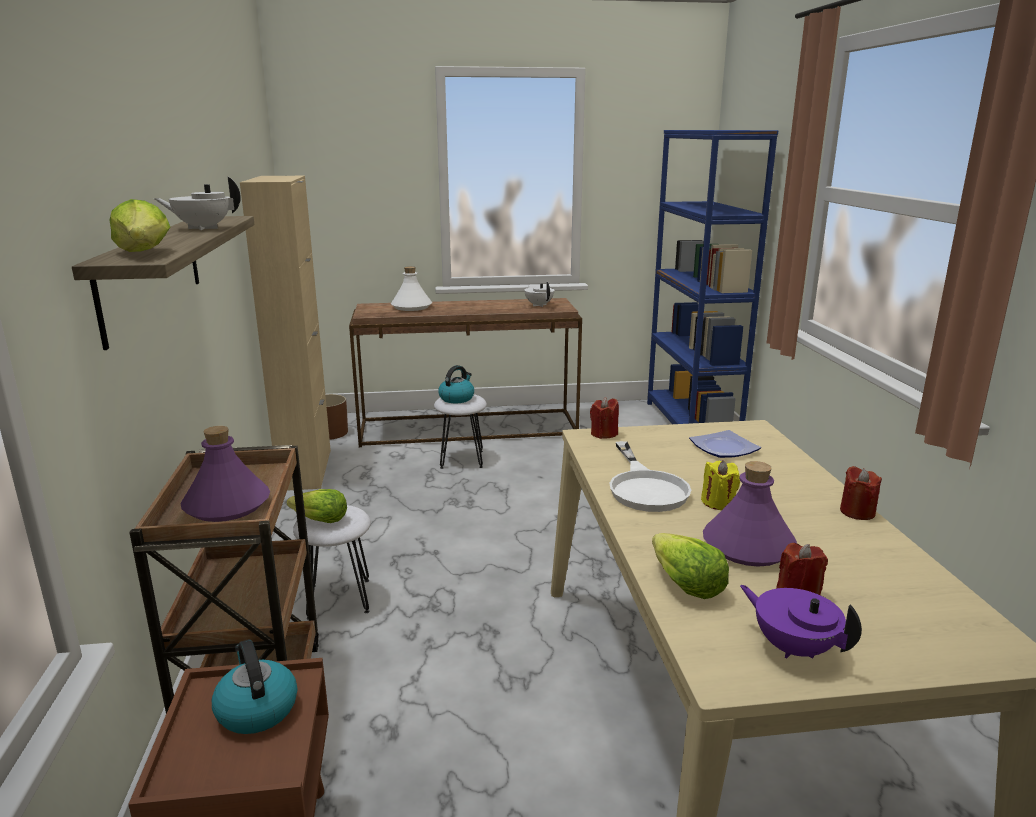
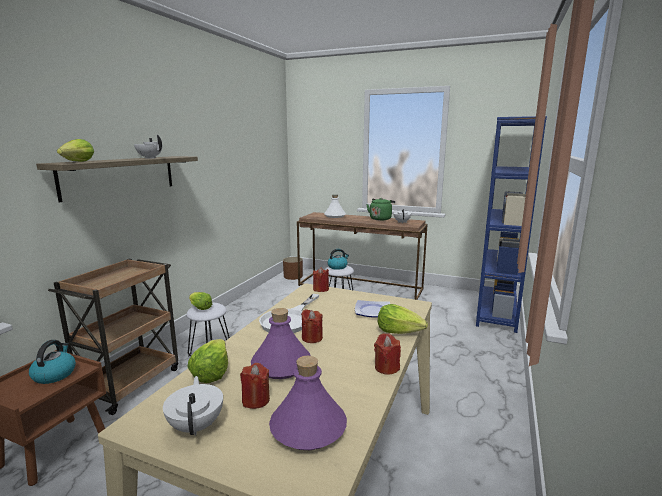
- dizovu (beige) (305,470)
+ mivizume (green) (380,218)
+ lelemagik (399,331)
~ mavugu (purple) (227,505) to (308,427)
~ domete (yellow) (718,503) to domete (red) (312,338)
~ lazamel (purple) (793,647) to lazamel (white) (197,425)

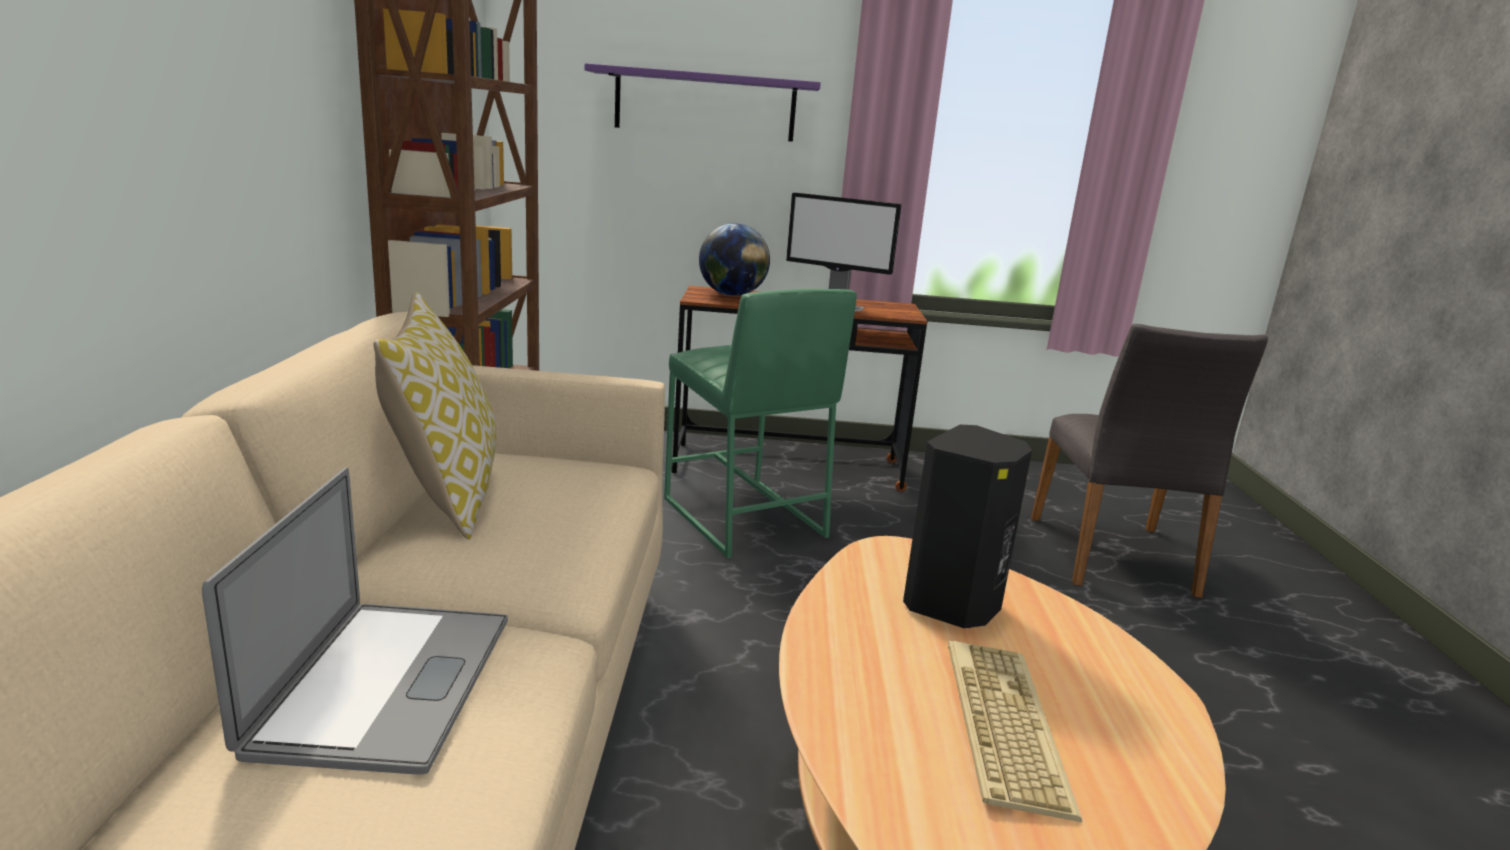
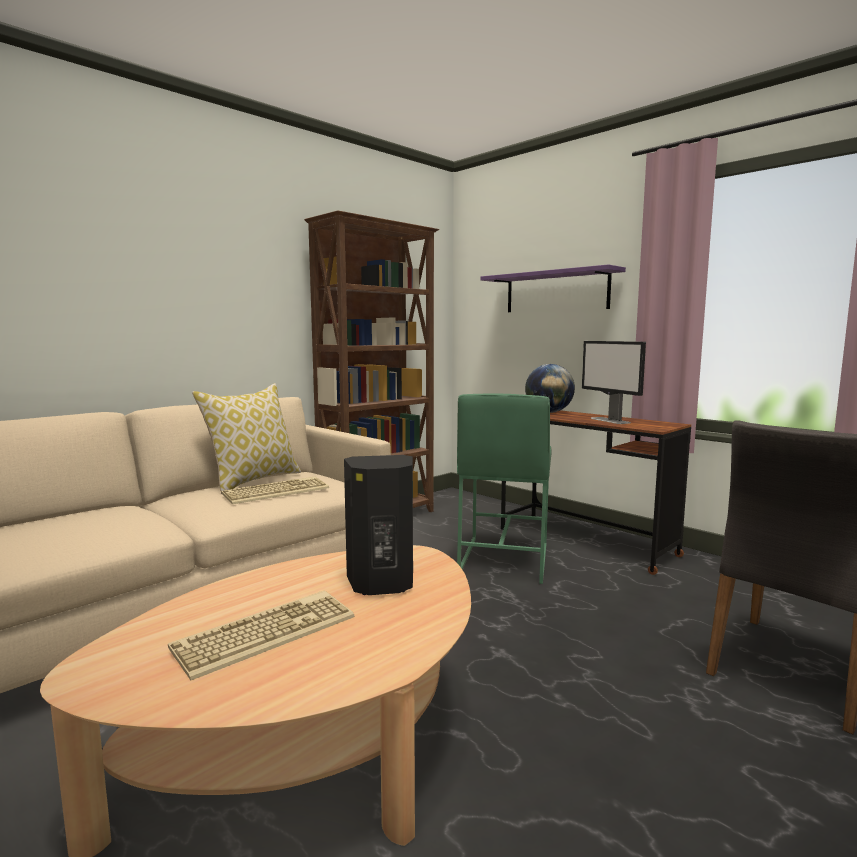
- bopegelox (385,682)
+ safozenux (276,491)

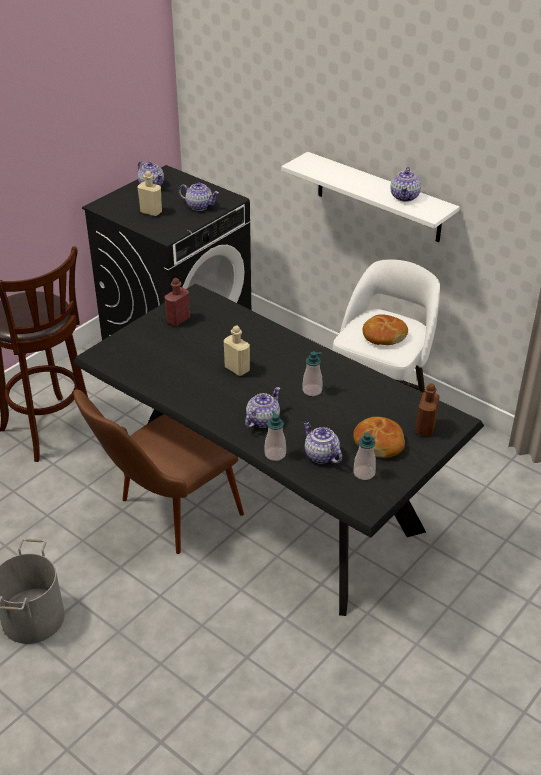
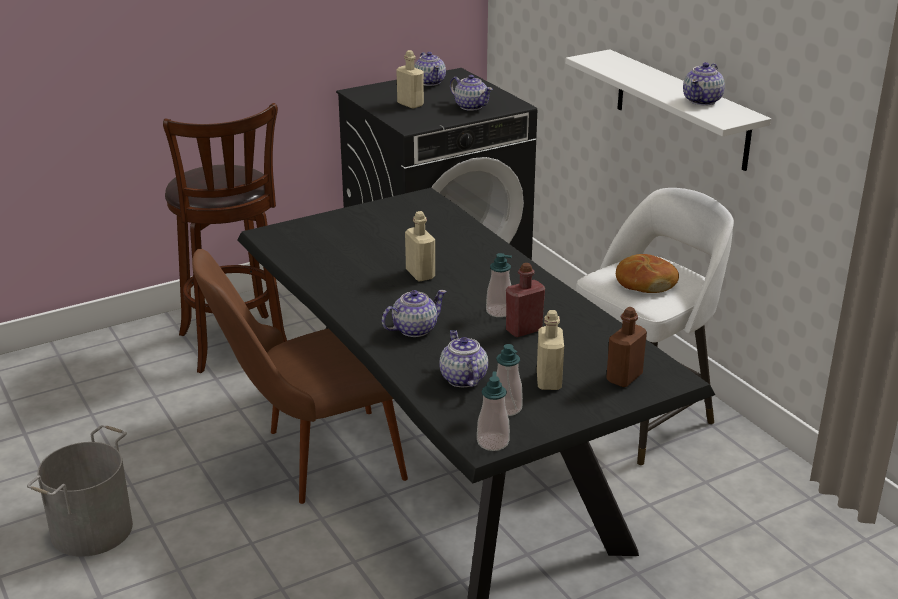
~ mavugu (red) (178,320) to (524,330)
~ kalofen (275,454) to (493,442)
~ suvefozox (378,443) to mavugu (beige) (549,381)

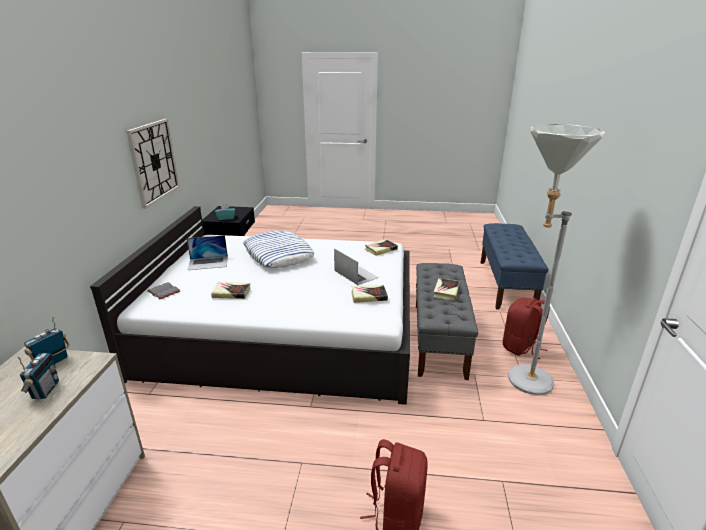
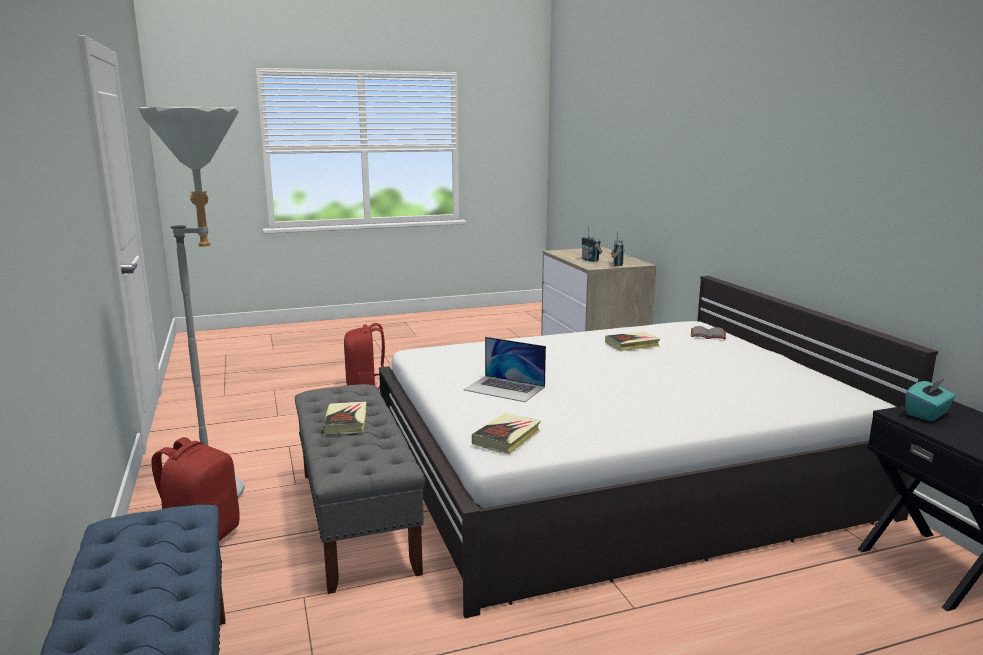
- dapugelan (154,161)
- bopegelox (208,263)
- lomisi (278,254)
- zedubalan (369,296)

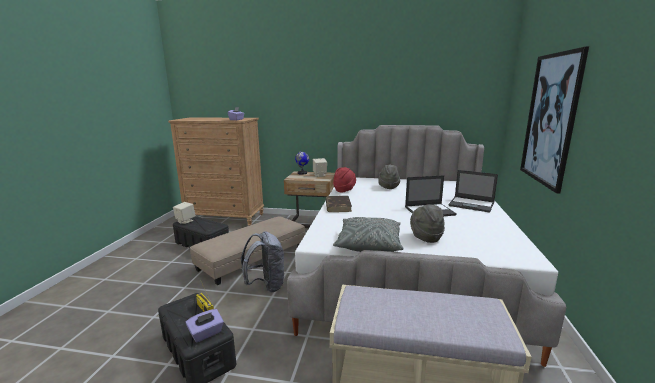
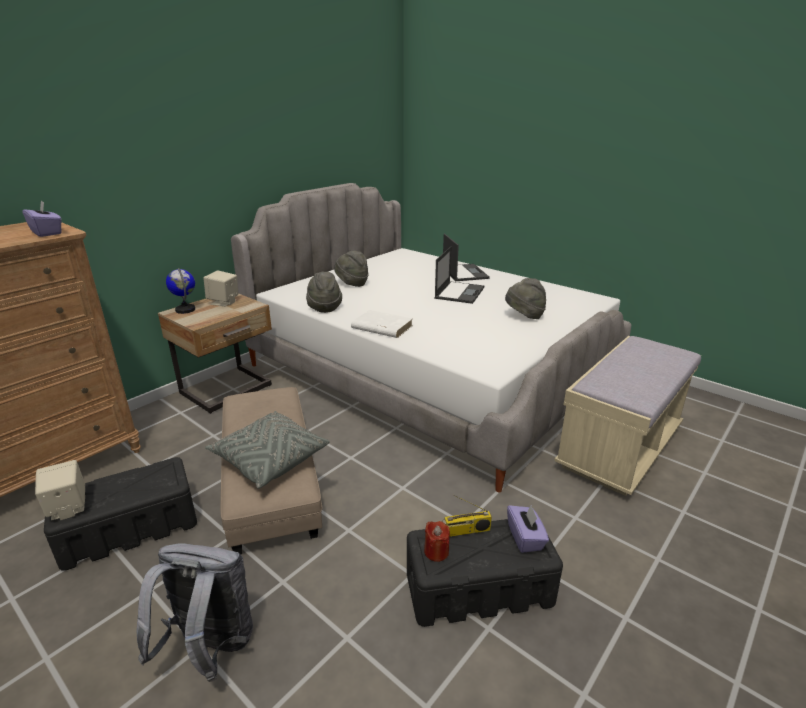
- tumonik (550,119)
+ domete (red) (436,552)
~ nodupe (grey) (266,286) to (210,648)
~ lomisi (grey) (369,244) to (269,459)
~ zedubalan (brown) (338,206) to zedubalan (white) (381,327)
~ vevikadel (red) (344,190) to vevikadel (grey) (324,307)
~ bopegelox (472,204) = (464,273) 75 degrees counterclockwise

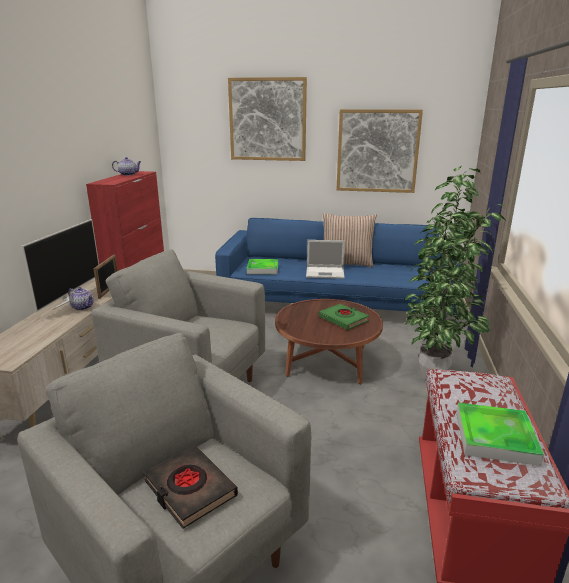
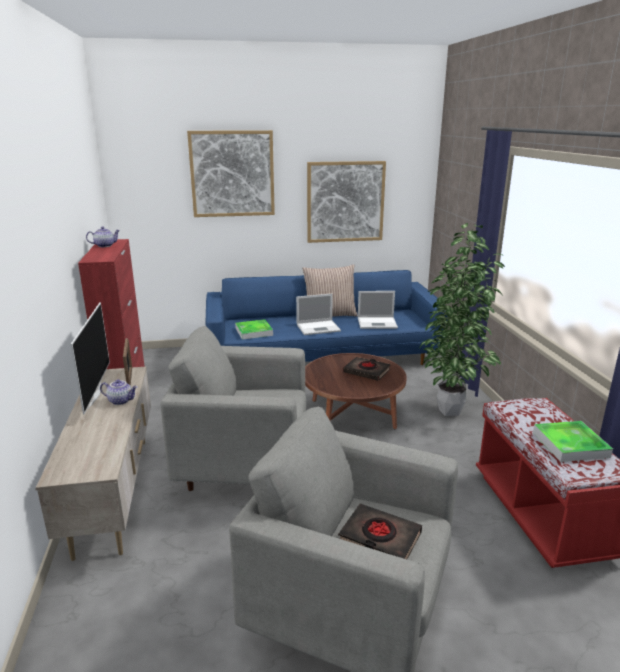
+ bopegelox (378,323)
~ zedubalan (green) (343,319) to zedubalan (black) (367,371)

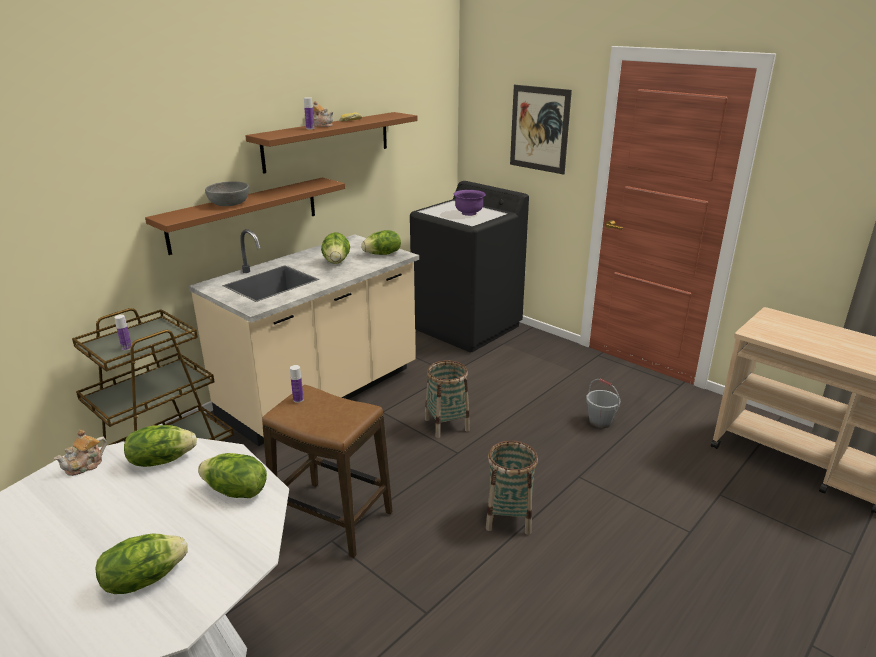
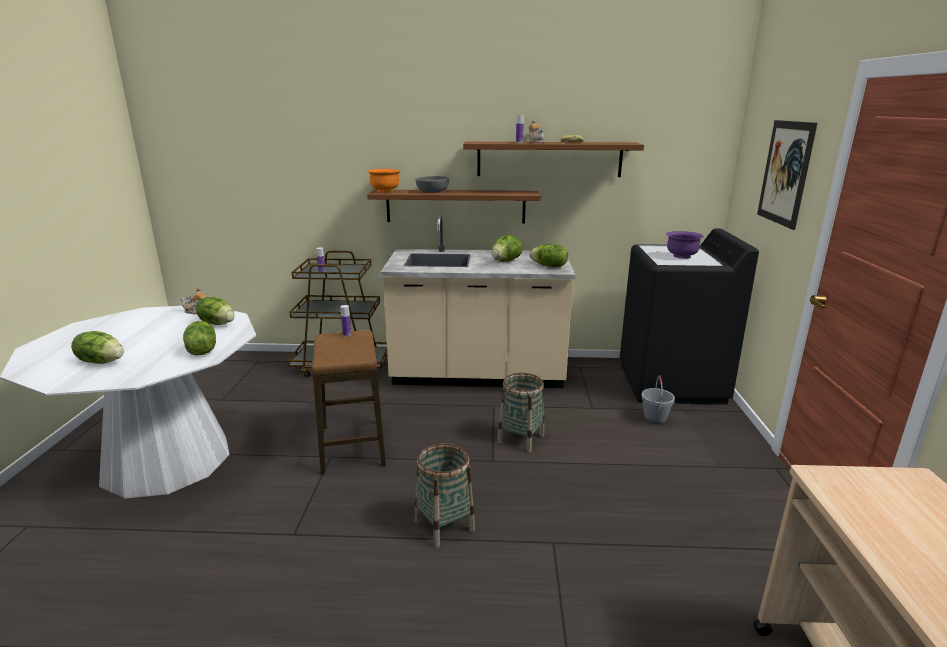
+ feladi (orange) (385,191)
~ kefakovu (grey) (600,422) to (654,419)

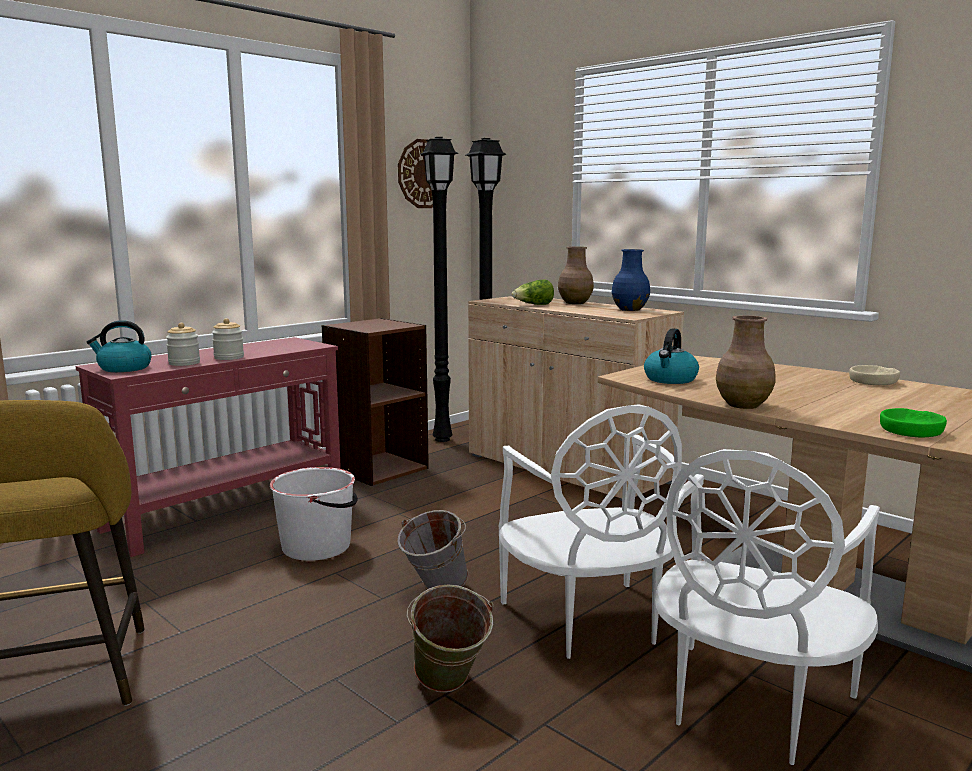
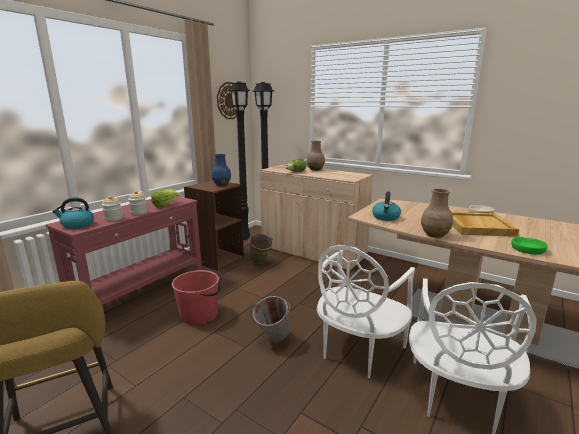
+ lelemagik (165,205)
+ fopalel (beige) (477,226)
~ kefakovu (green) (449,689) to (260,263)
~ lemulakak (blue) (629,309) to (221,184)
~ kefakovu (white) (317,546) to kefakovu (red) (199,314)
~ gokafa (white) (587,621) = (357,350) 60 degrees clockwise

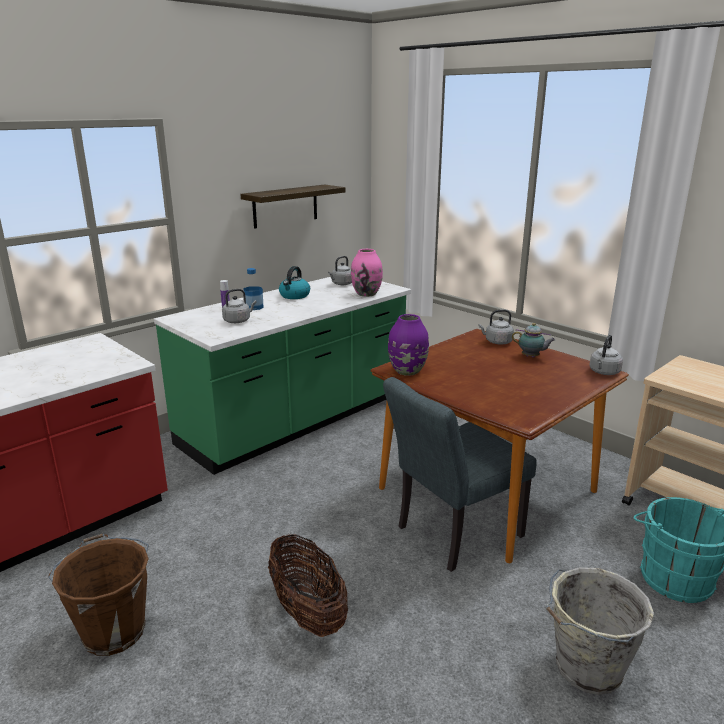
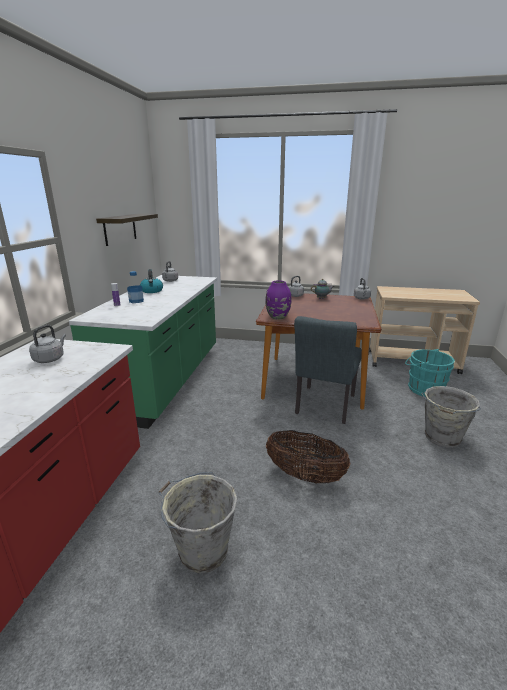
- lemulakak (pink) (366,294)
~ mivizume (grey) (238,321) to (50,359)
~ kefakovu (brown) (113,630) to kefakovu (grey) (201,550)

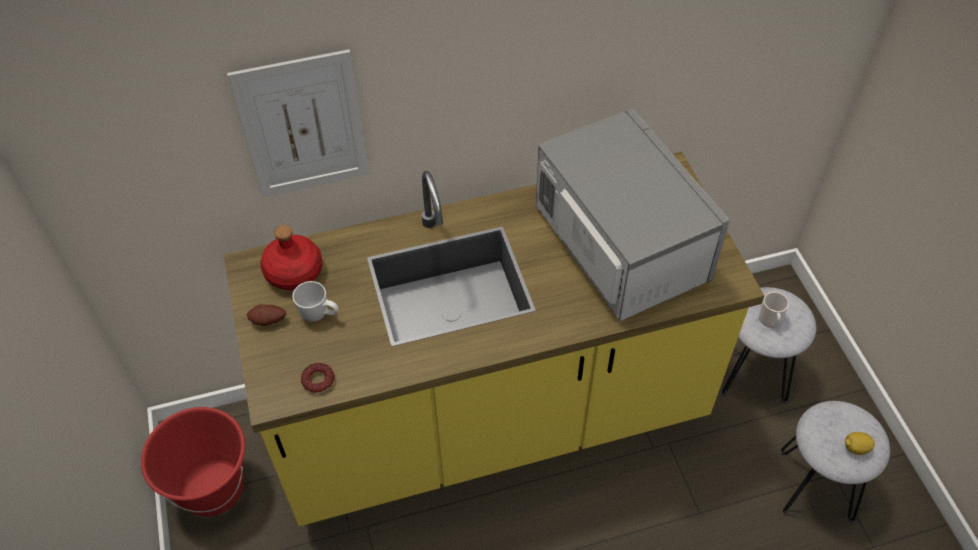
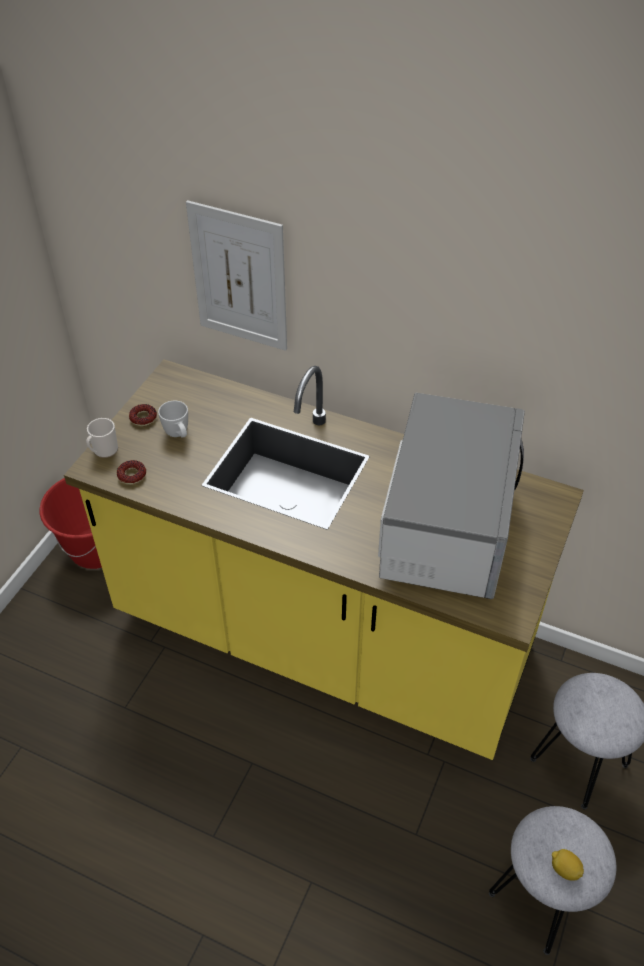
- mavugu (red) (294,271)
~ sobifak (770,320) to (103,451)
~ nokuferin (268,321) to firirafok (143,418)

